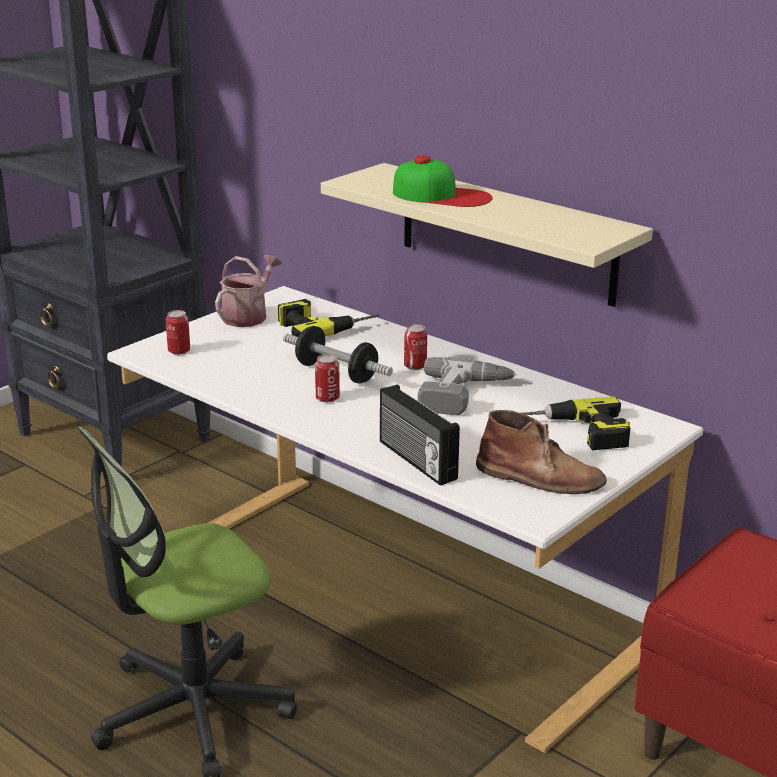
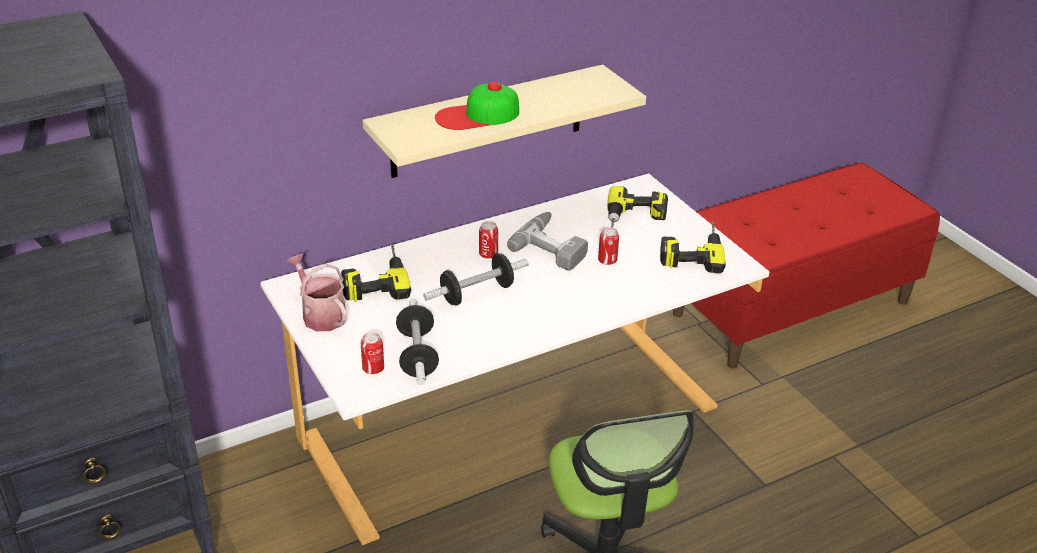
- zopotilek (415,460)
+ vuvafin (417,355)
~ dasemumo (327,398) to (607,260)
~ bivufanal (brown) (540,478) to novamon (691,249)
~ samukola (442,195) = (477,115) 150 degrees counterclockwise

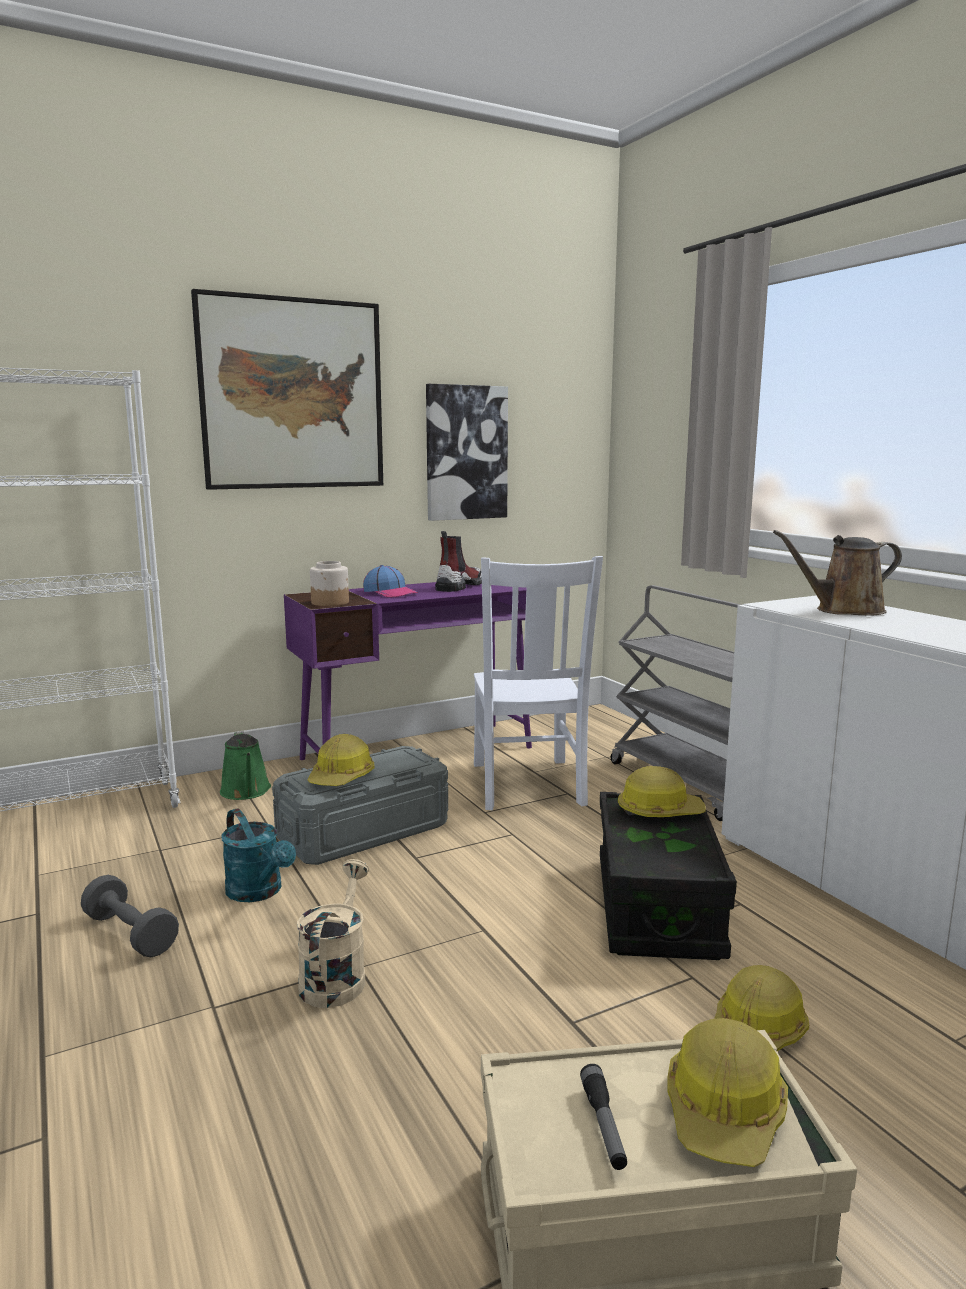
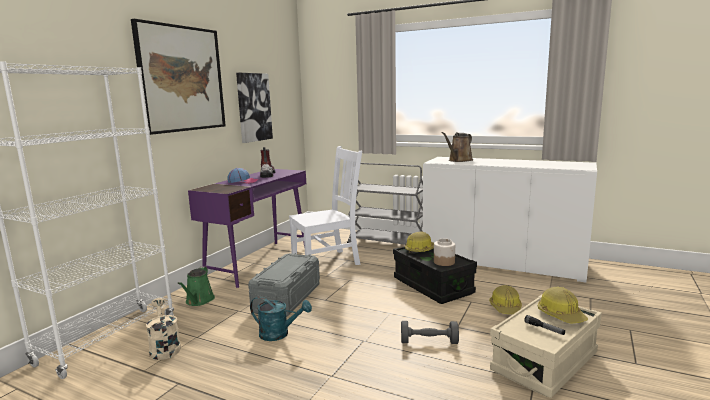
- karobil (341,777)
~ vuvafin (grey) (130,934) to (429,342)
~ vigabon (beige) (336,976) to (164,347)
~ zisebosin (330,602) to (444,262)
~ vigabon (green) (246,792) = (199,301) 60 degrees clockwise
~ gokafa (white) (527,786) = (328,262) 75 degrees counterclockwise

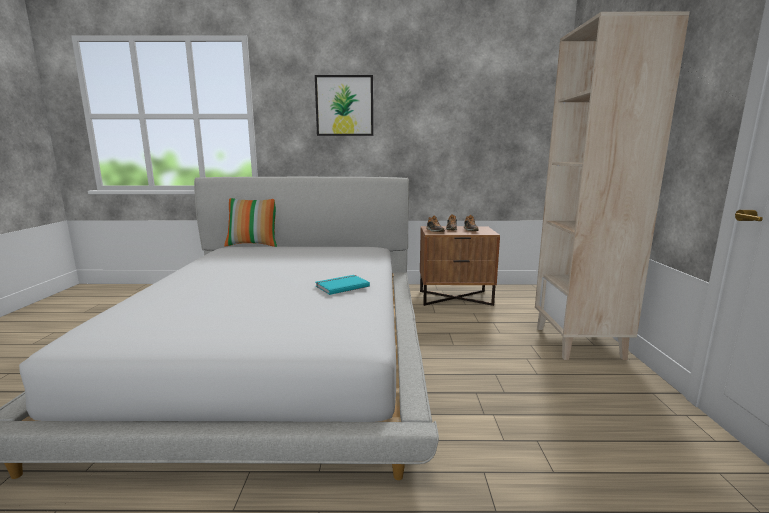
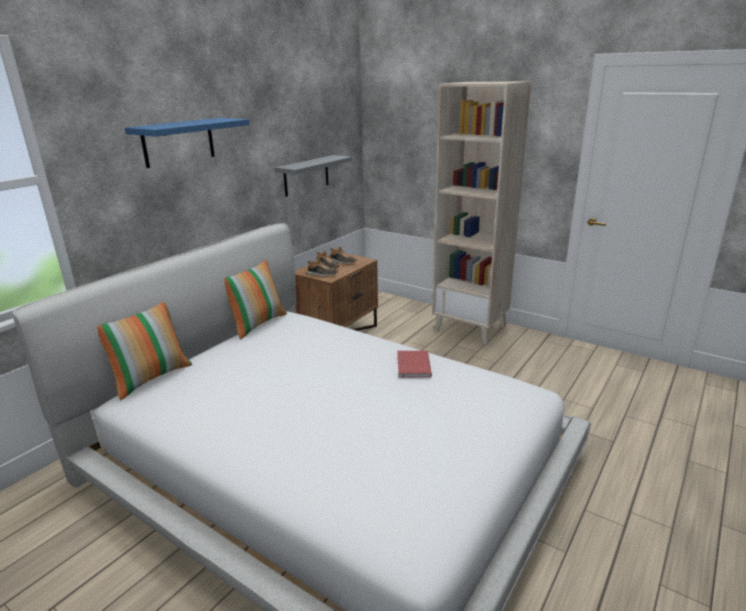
+ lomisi (256,324)
+ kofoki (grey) (306,175)
~ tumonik (344,106) to kofoki (blue) (178,142)
~ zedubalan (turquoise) (341,286) to zedubalan (red) (412,366)

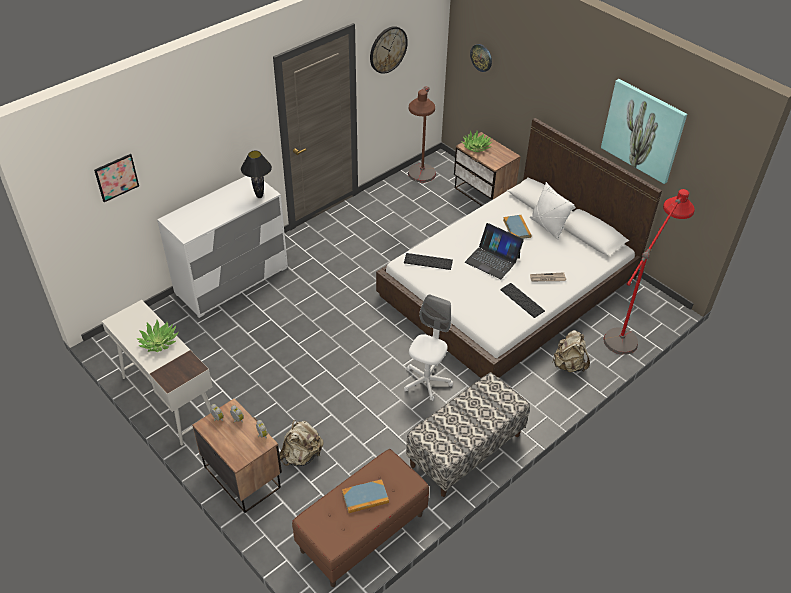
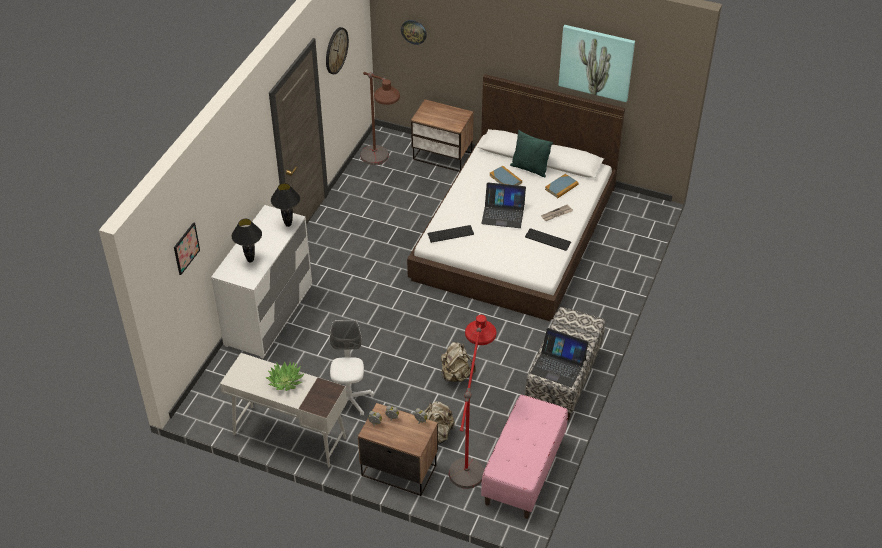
- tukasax (476,147)
+ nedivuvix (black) (250,260)
+ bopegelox (558,366)
~ zedubalan (365,497) to (561,187)
~ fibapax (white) (426,381) to (349,400)
~ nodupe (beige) (568,365) to (456,375)
~ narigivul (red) (631,327) to (471,453)
~ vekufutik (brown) (362,533) to vekufutik (pink) (524,472)
~ lomisi (white) (547,226) to lomisi (green) (529,169)

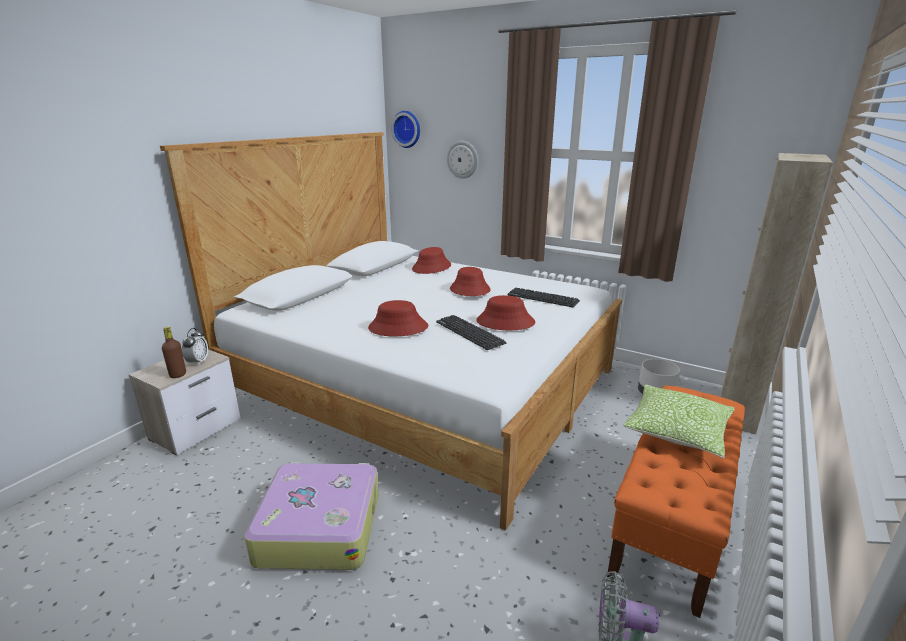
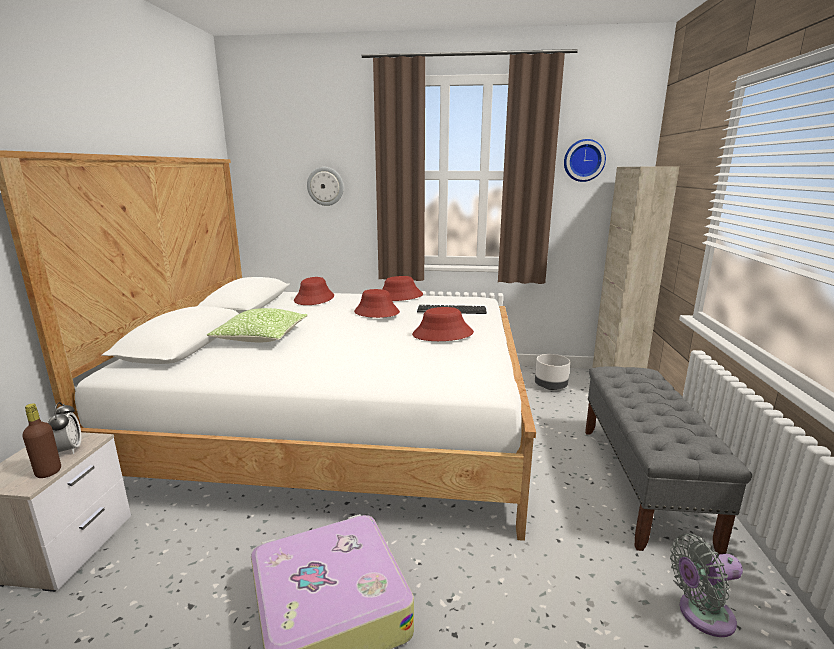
- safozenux (469,332)
~ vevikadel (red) (398,328) to (399,296)
~ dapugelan (407,129) to (583,160)
~ lomisi (677,431) to (261,337)
~ vekufutik (orange) (672,519) to vekufutik (grey) (642,483)

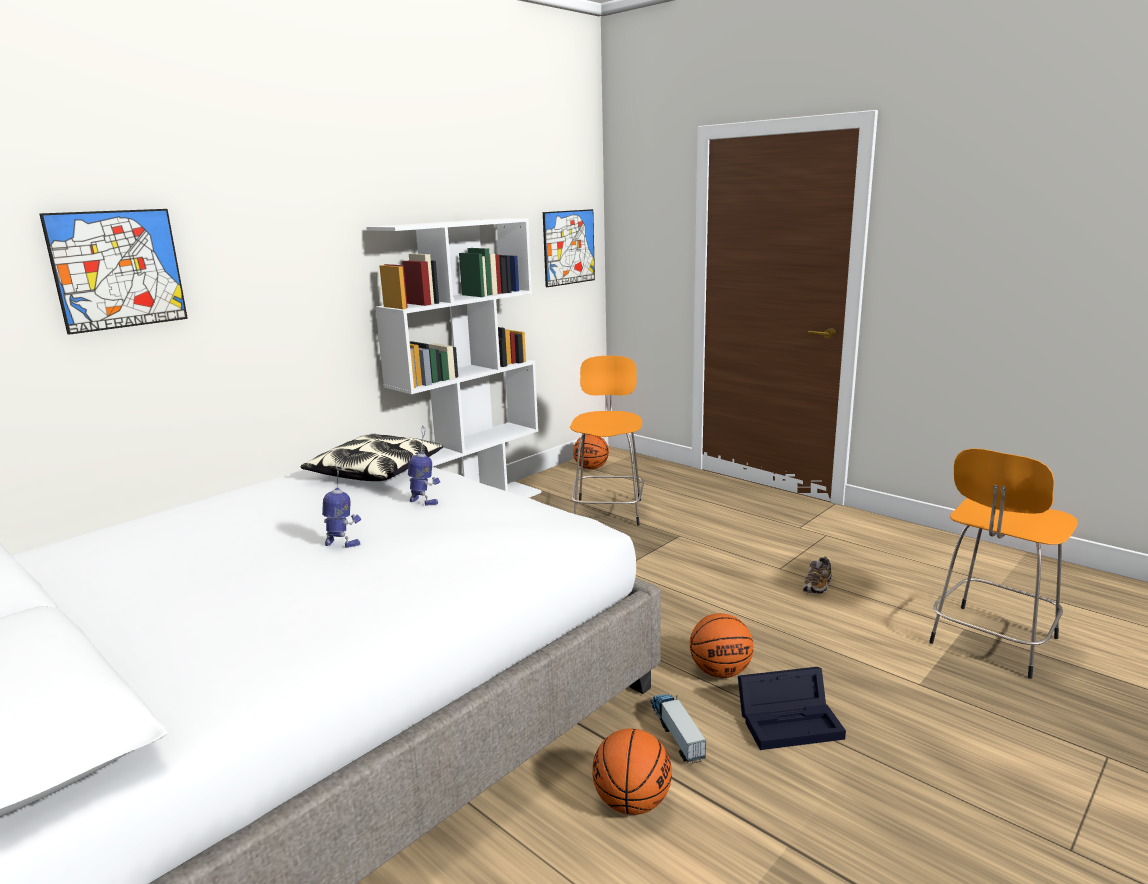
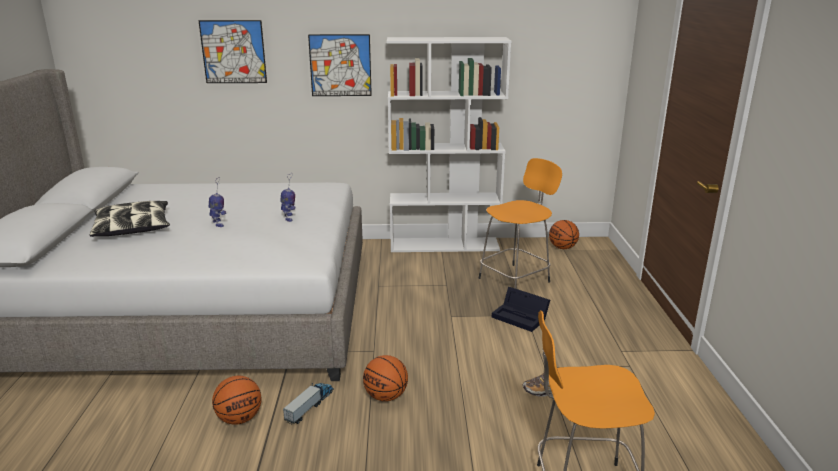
~ lomisi (376,471) to (133,228)
~ tumonik (569,247) to (340,65)
~ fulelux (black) (791,721) to (521,317)

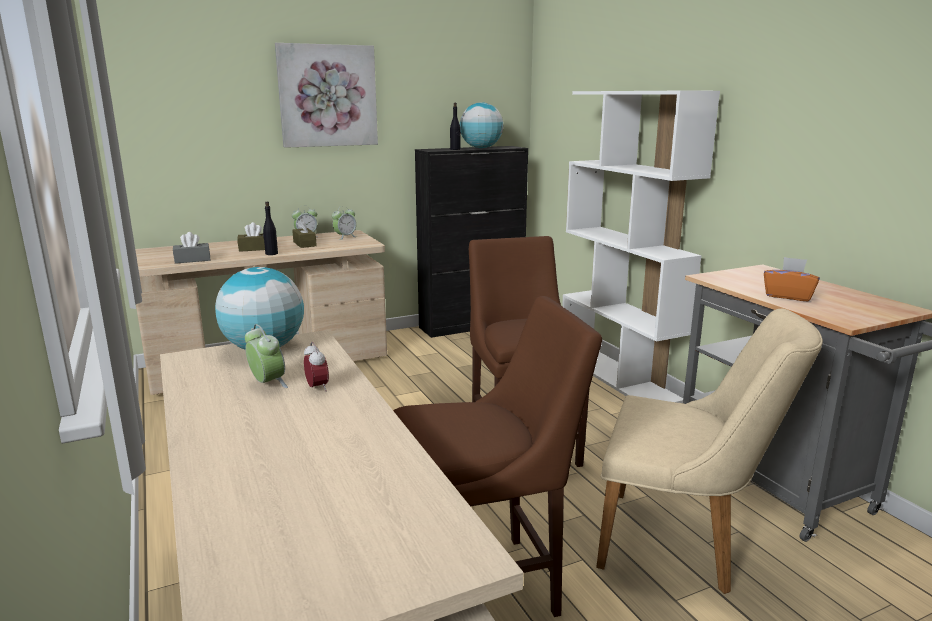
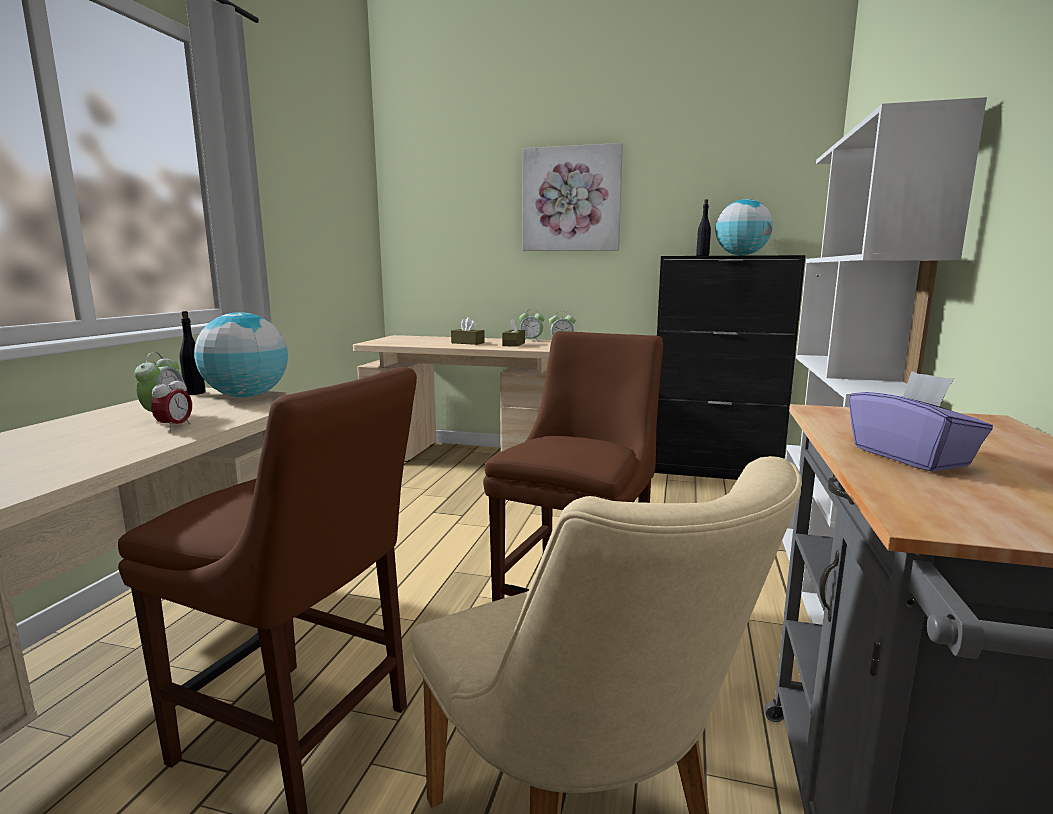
- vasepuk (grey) (192,260)
~ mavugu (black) (271,254) to (194,393)
~ vasepuk (orange) (788,296) to vasepuk (purple) (910,457)

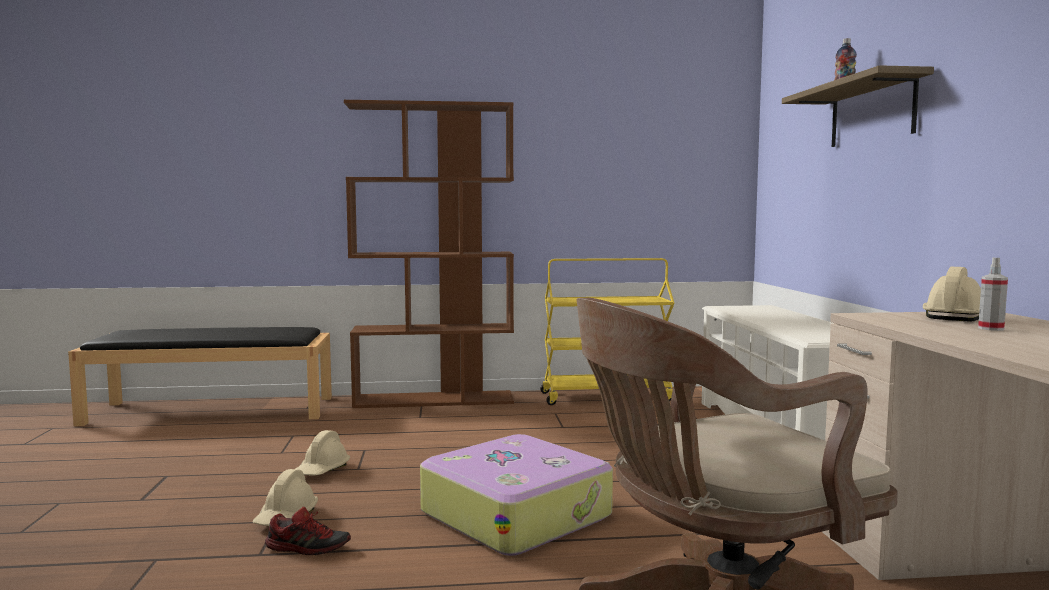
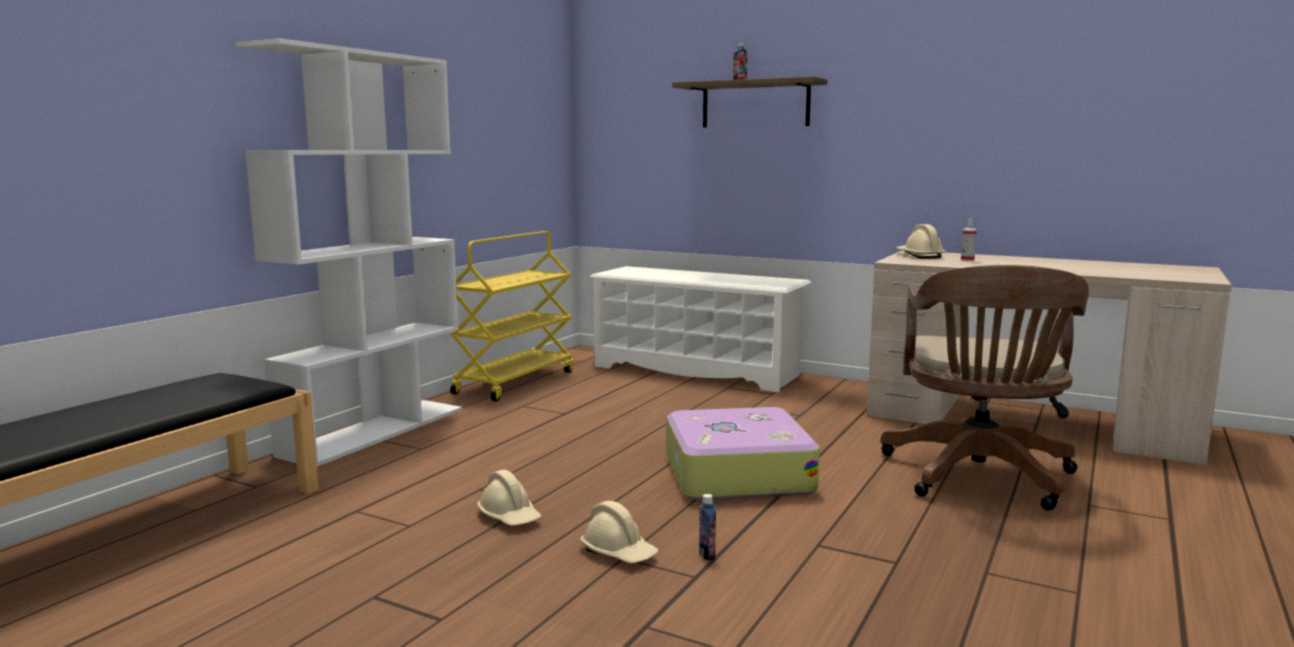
~ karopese (308,548) to mavugu (707,555)
~ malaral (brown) (435,400) to malaral (white) (375,431)

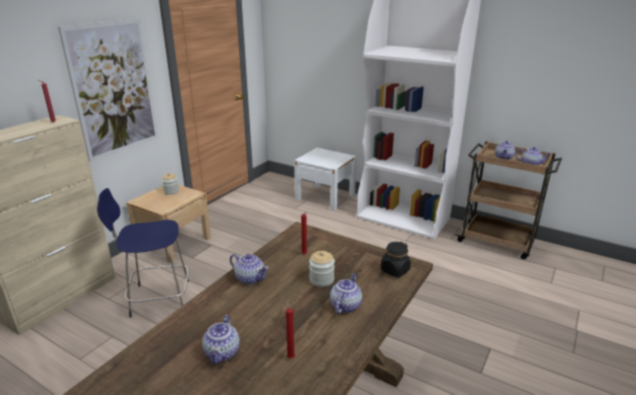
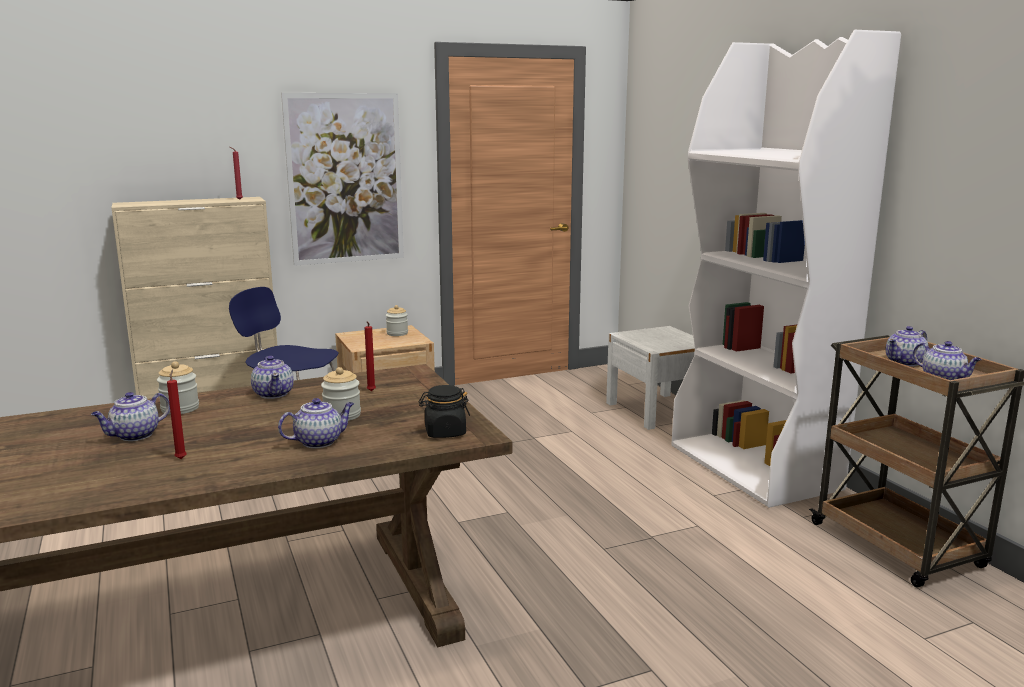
+ zisebosin (180,408)

